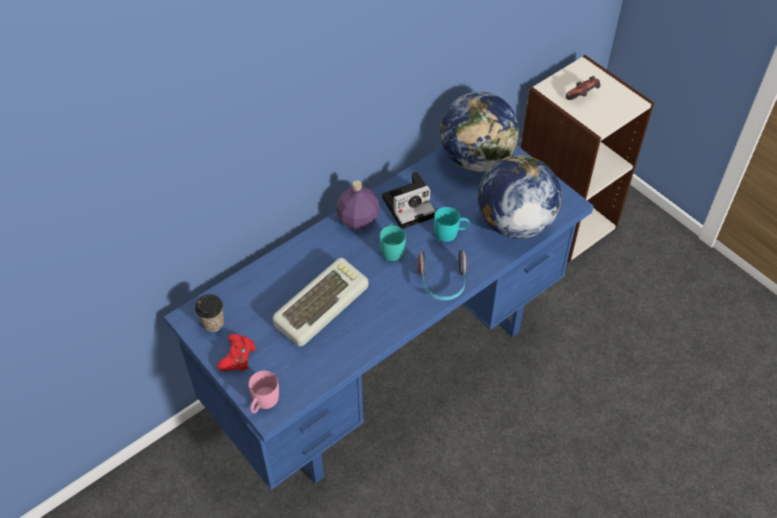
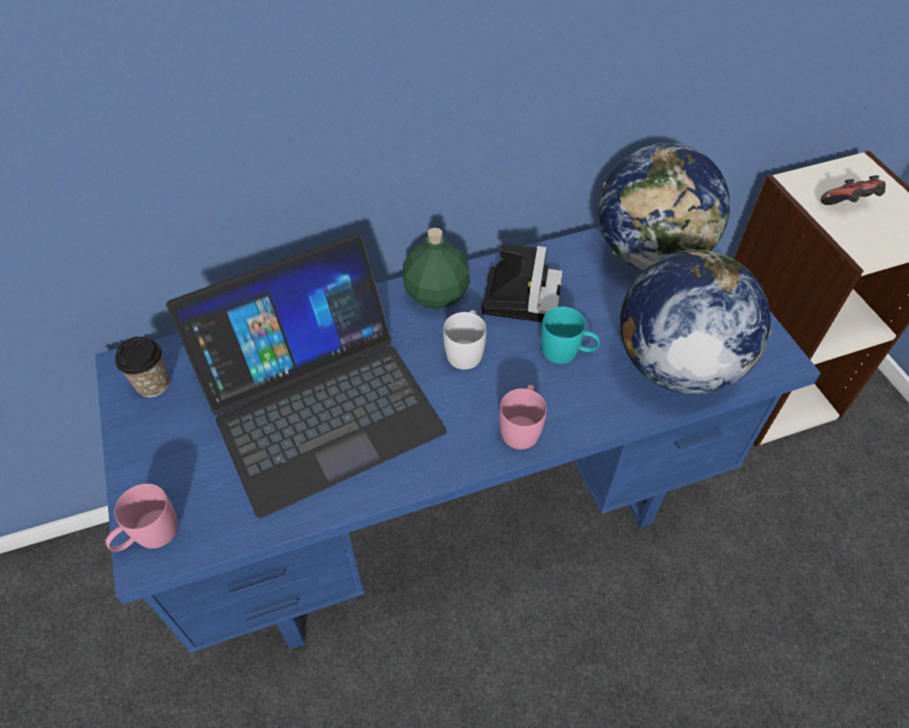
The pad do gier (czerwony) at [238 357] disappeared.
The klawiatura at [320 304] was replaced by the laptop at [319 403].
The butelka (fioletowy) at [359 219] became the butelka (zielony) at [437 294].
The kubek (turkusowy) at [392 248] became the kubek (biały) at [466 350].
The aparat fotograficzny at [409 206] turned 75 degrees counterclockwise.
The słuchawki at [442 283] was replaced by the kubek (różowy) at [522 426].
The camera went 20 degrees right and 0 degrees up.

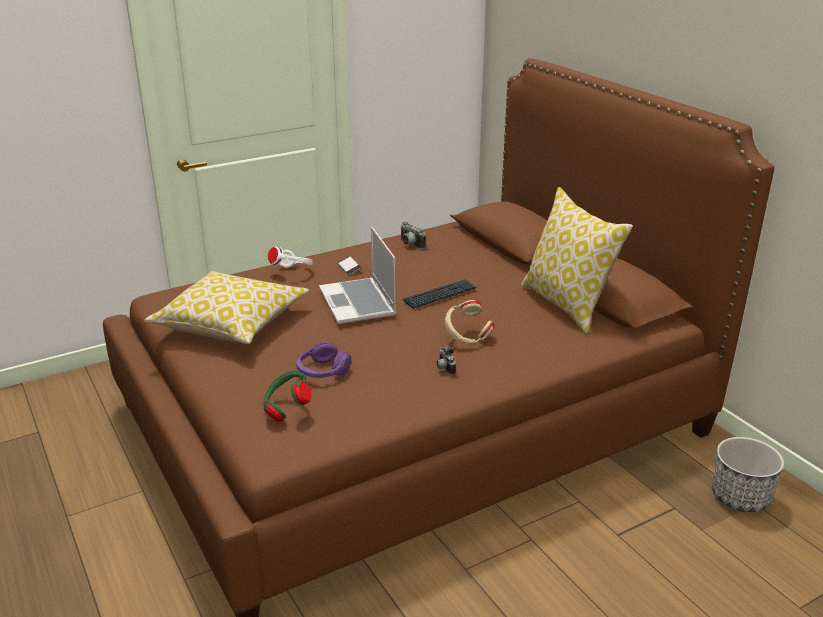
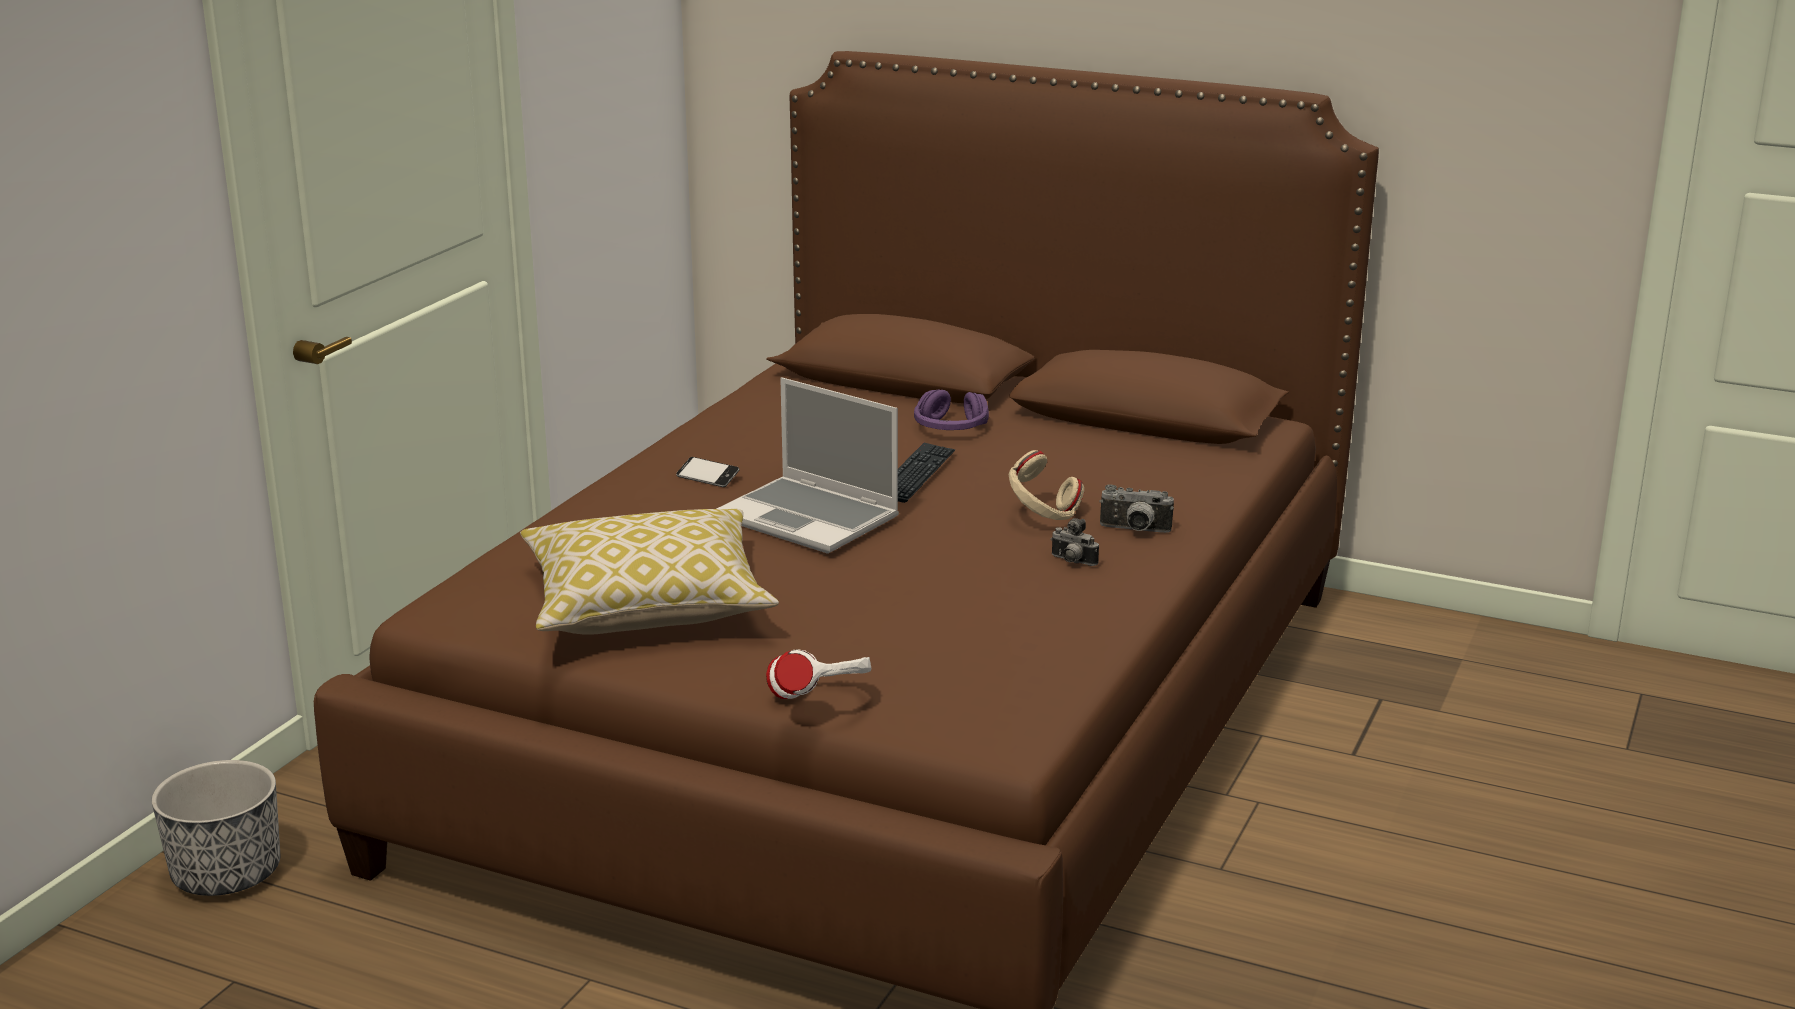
The słuchawki (zielony) at [286 409] disappeared.
The słuchawki (biały) moved from [292 272] to [820 703].
The słuchawki (fioletowy) moved from [322 371] to [950 428].
The aparat fotograficzny moved from [410 245] to [1134 531].
The poduszka at [567 305] disappeared.
The donica moved from [739 497] to [226 874].
The camera went 35 degrees left and 5 degrees down.

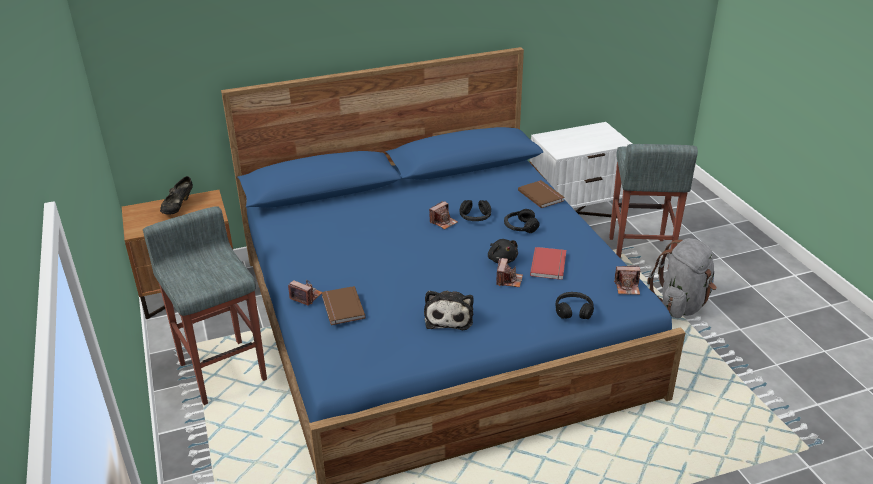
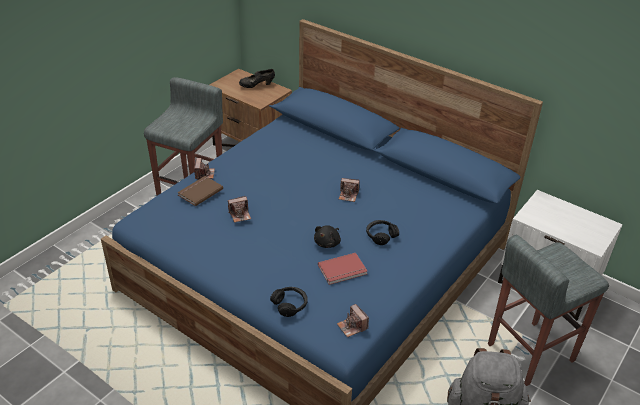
The pluszak at [449 316] disappeared.
The słuchawki (czarny) at [475 217] disappeared.
The aparat fotograficzny moved from [508 280] to [240 215].
The książka (brązowy) at [542 195] disappeared.
The camera went 55 degrees right and 5 degrees up.

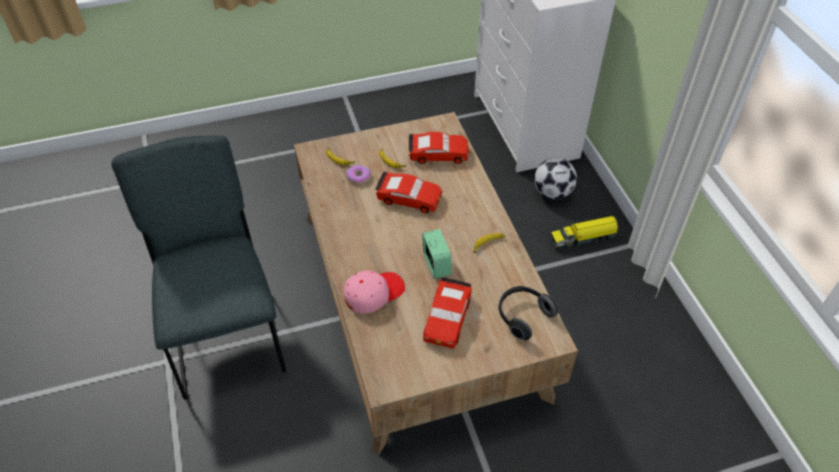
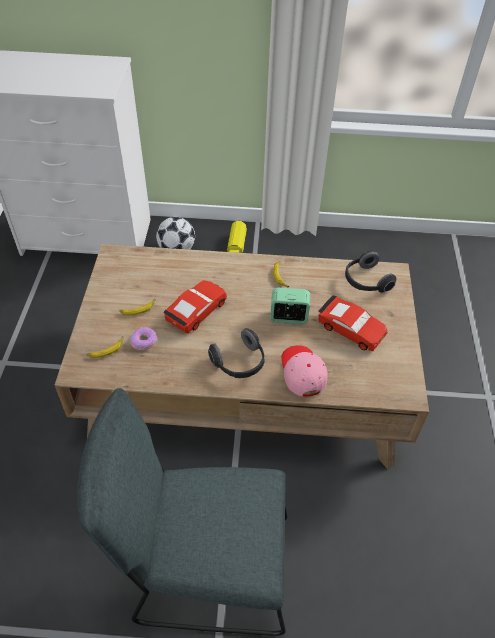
The samochodzik (czerwony) at [438 154] disappeared.
The słuchawki at [239 363] appeared.
The camera went 70 degrees left and 0 degrees up.

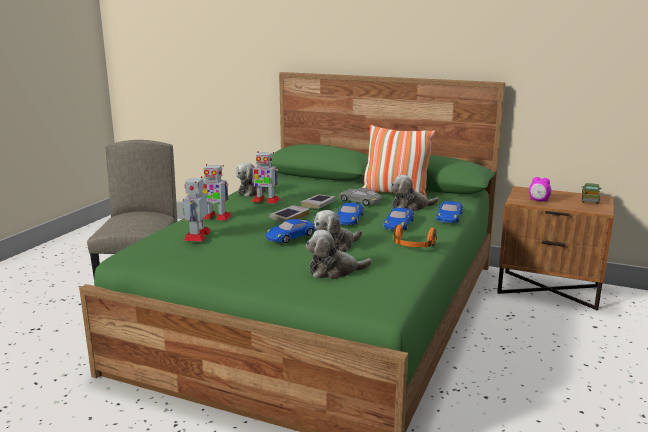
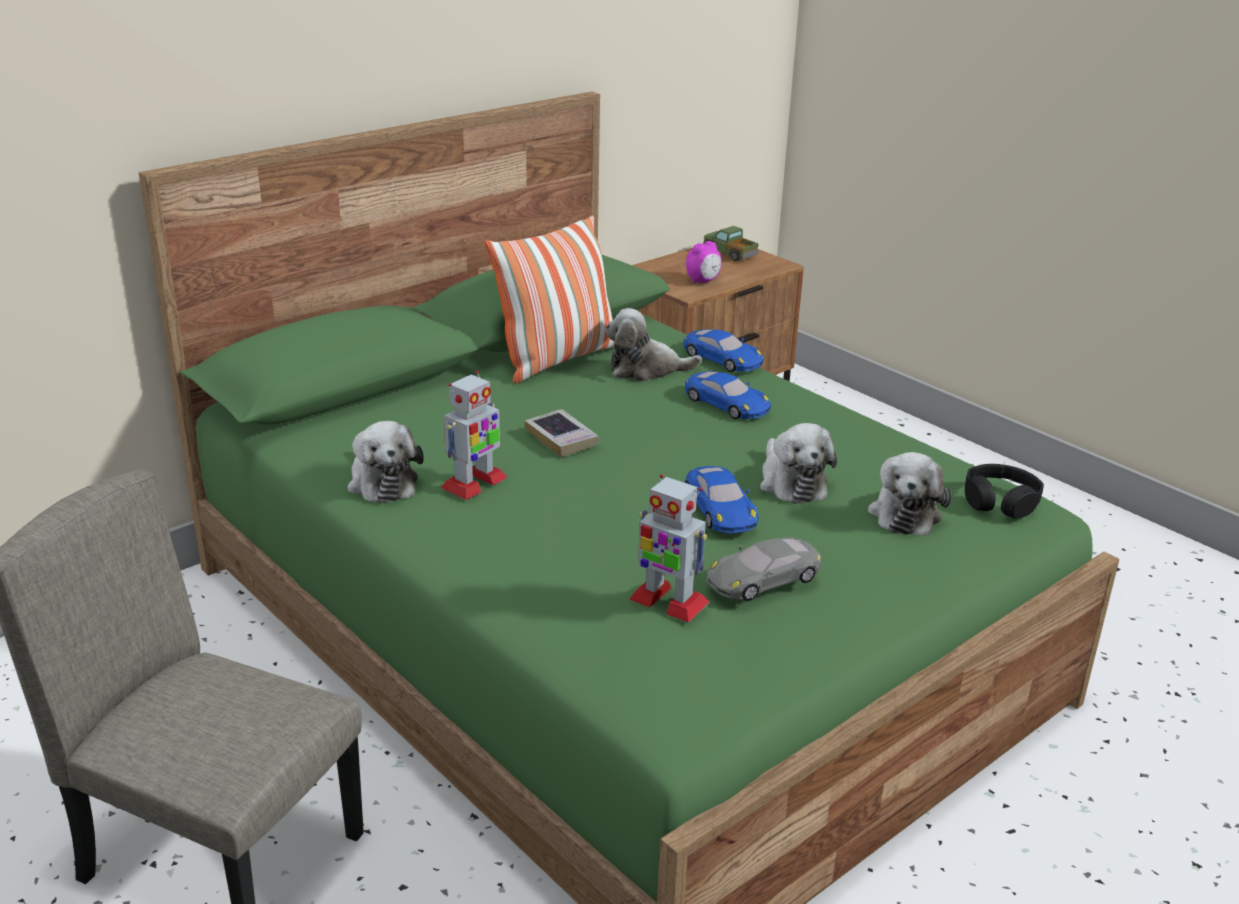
The robot zabawkowy at [215 217] disappeared.
The książka at [289 217] disappeared.
The samochodzik (niebieski) at [349 218] disappeared.
The samochodzik (szary) moved from [360 201] to [763 578].
The pluszak at [411 207] turned 75 degrees clockwise.
The słuchawki (pomarańczowy) at [413 246] disappeared.
The słuchawki (czarny) at [1000 501] appeared.
The camera went 65 degrees left and 10 degrees up.

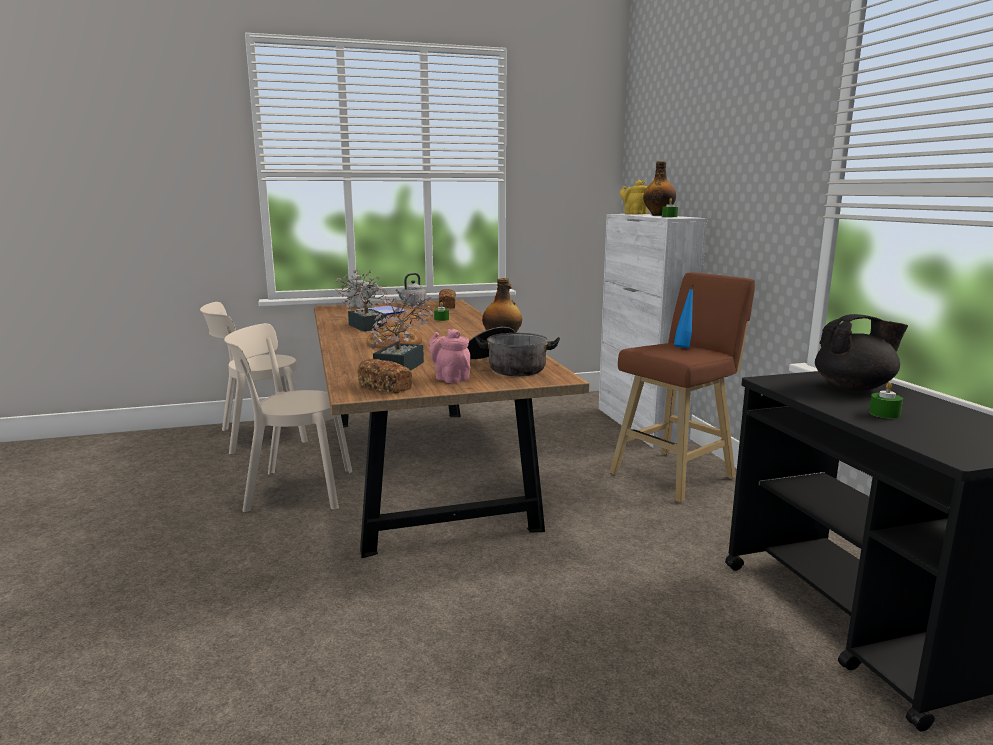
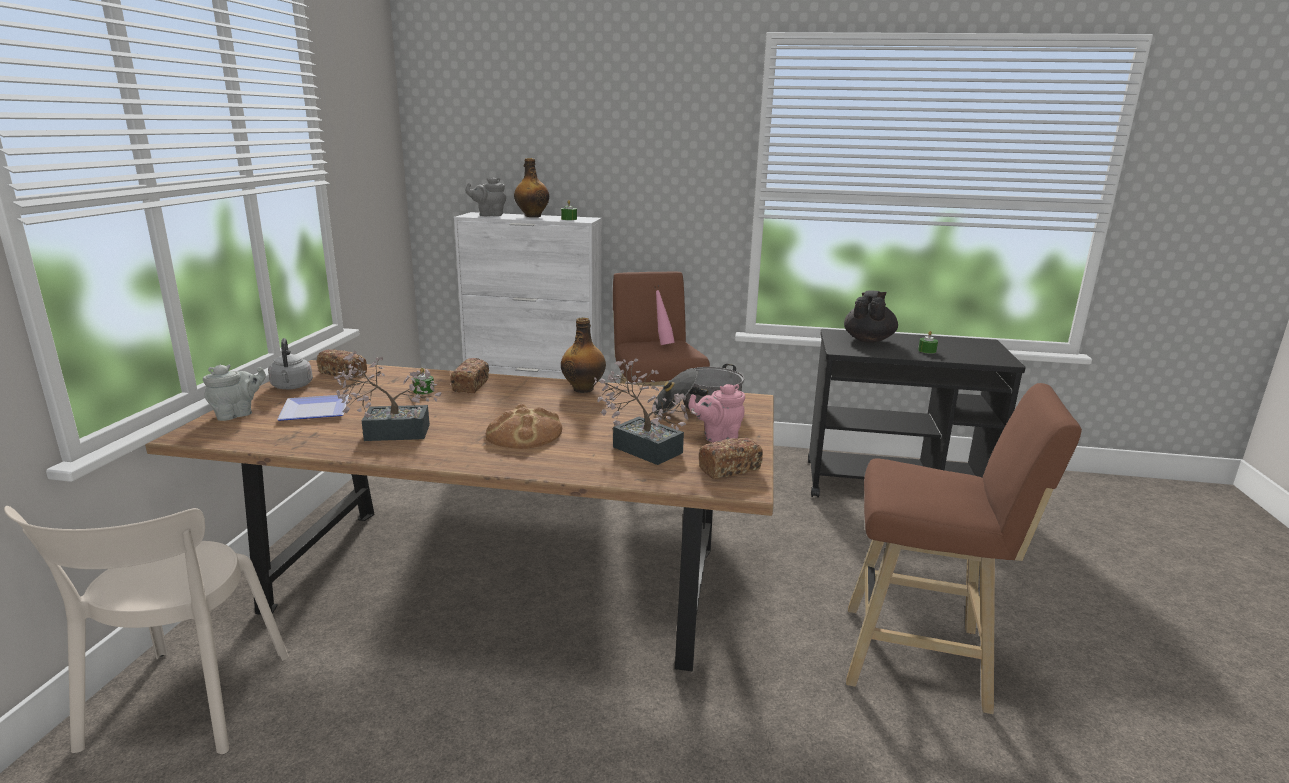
The krzesło (beżowy) at [294 490] disappeared.
The imbryk (żółty) at [634 214] became the imbryk (szary) at [489 215].
The butelka (niebieski) at [683 347] became the butelka (różowy) at [662 344].
The chleb at [471 386] appeared.
The stołek (brązowy) at [922 659] appeared.
The camera went 65 degrees left and 5 degrees up.

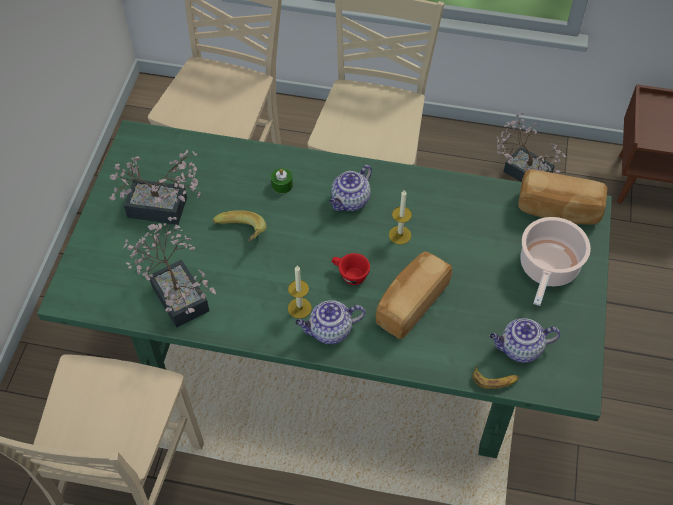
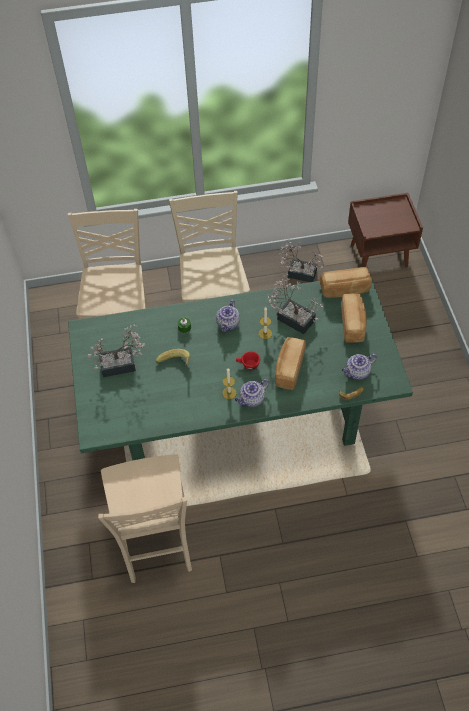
The roślina doniczkowa moved from [177 292] to [292 317].
The garnek at [547 268] was replaced by the chleb at [353 324].
The camera went 20 degrees left and 0 degrees up.

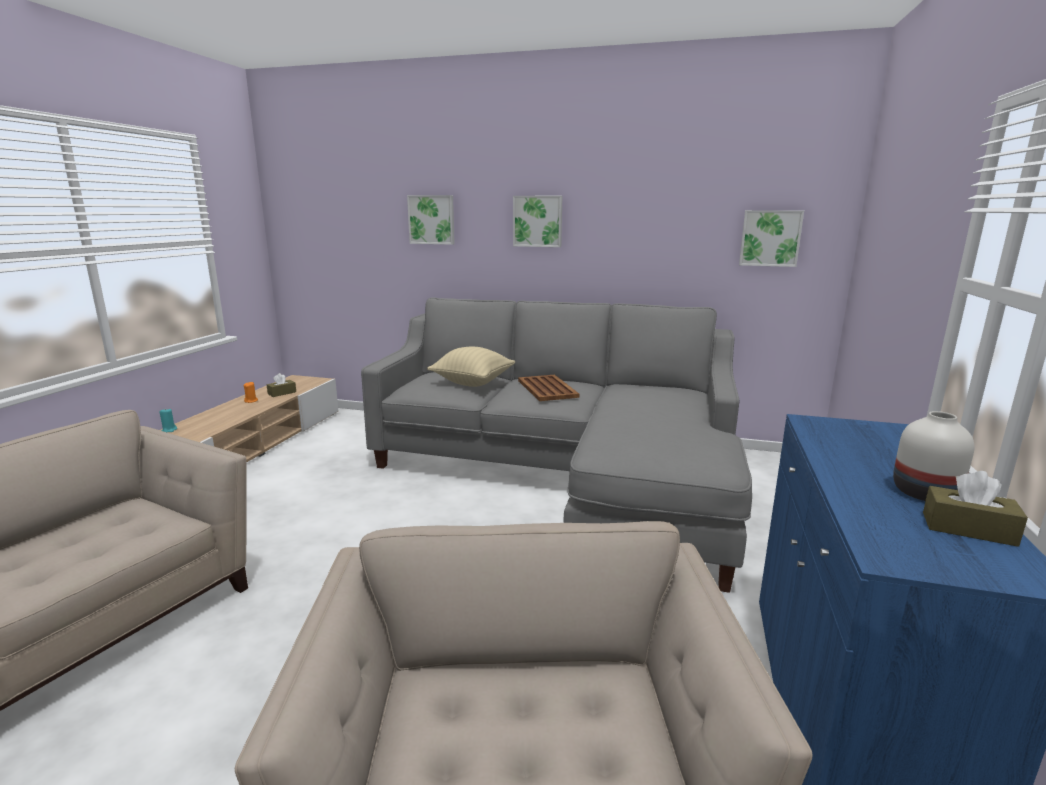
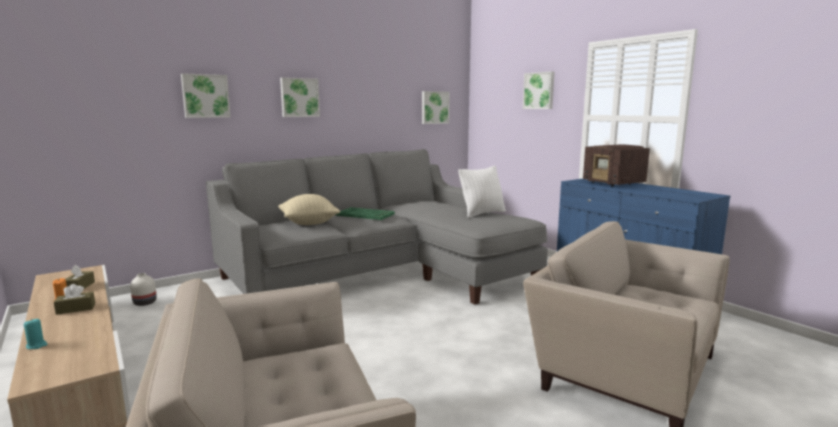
The taca (brązowy) at [547 388] became the taca (zielony) at [365 214].
The wazon (biały) moved from [926 493] to [145 303].
The pudełko chusteczek (brązowy) moved from [968 529] to [76 309].
The poduszka (biały) at [482 213] appeared.
The obraz at [539 90] appeared.
The radio at [614 183] appeared.
The camera went 50 degrees left and 5 degrees down.

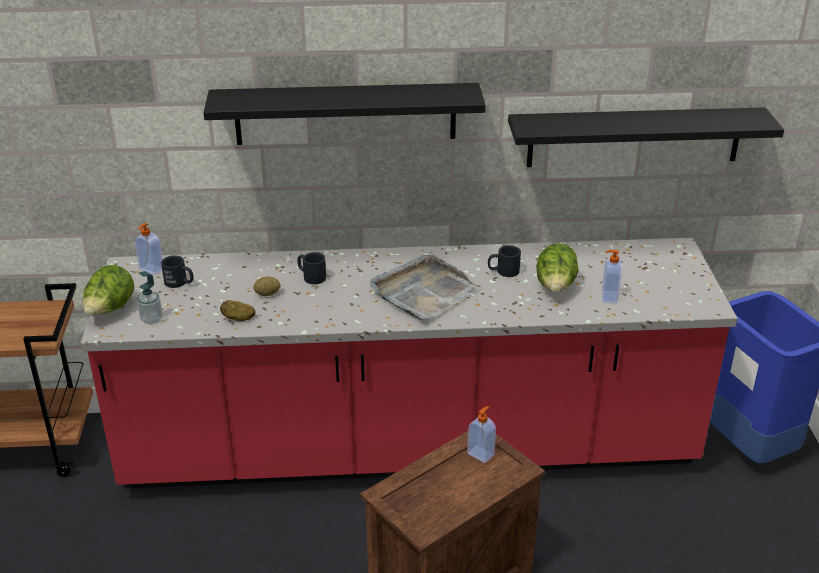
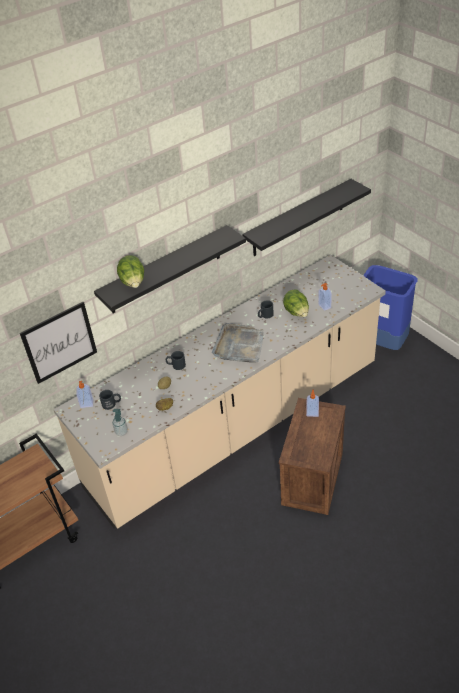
The zabudowa kuchenna (czerwony) at [409 448] became the zabudowa kuchenna (beżowy) at [237 426].
The sałata moved from [110 310] to [133 283].
The obraz at [59 342] appeared.
The camera went 30 degrees left and 10 degrees up.

